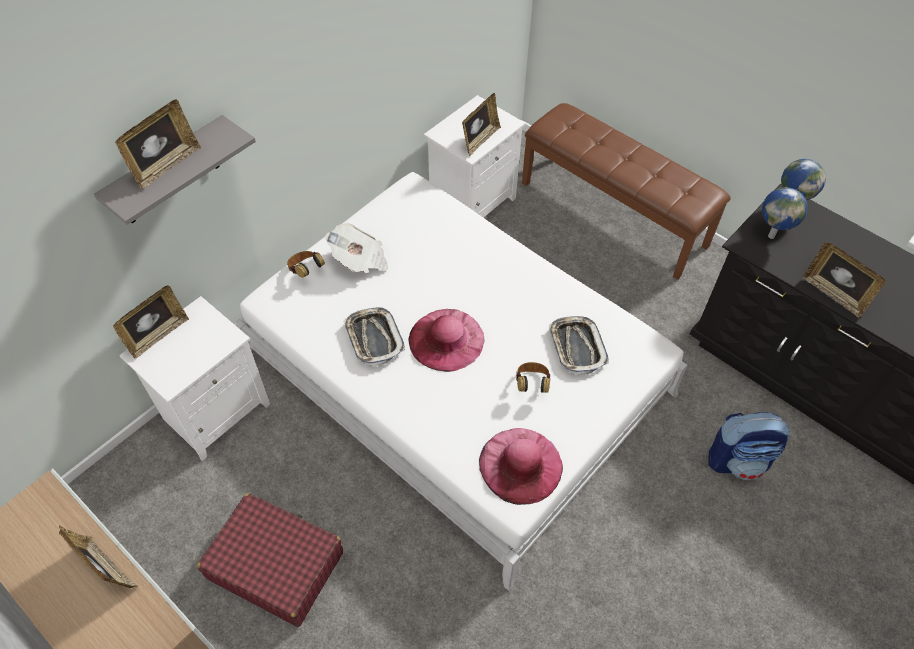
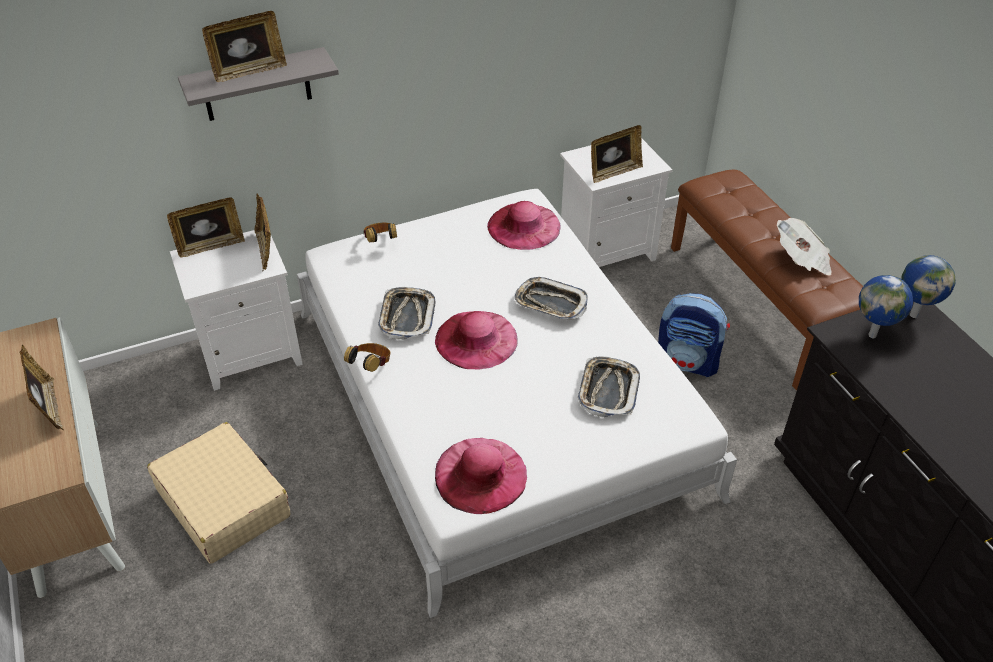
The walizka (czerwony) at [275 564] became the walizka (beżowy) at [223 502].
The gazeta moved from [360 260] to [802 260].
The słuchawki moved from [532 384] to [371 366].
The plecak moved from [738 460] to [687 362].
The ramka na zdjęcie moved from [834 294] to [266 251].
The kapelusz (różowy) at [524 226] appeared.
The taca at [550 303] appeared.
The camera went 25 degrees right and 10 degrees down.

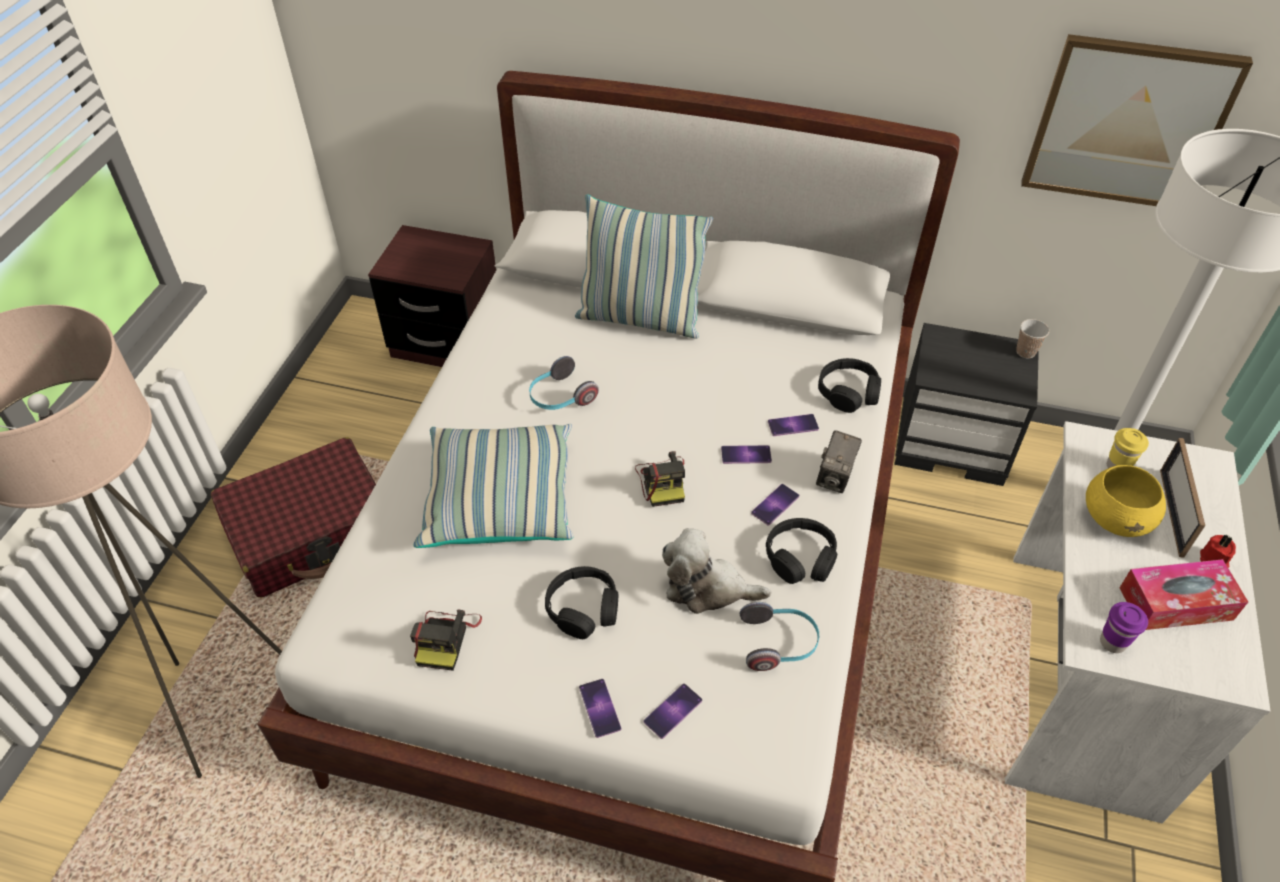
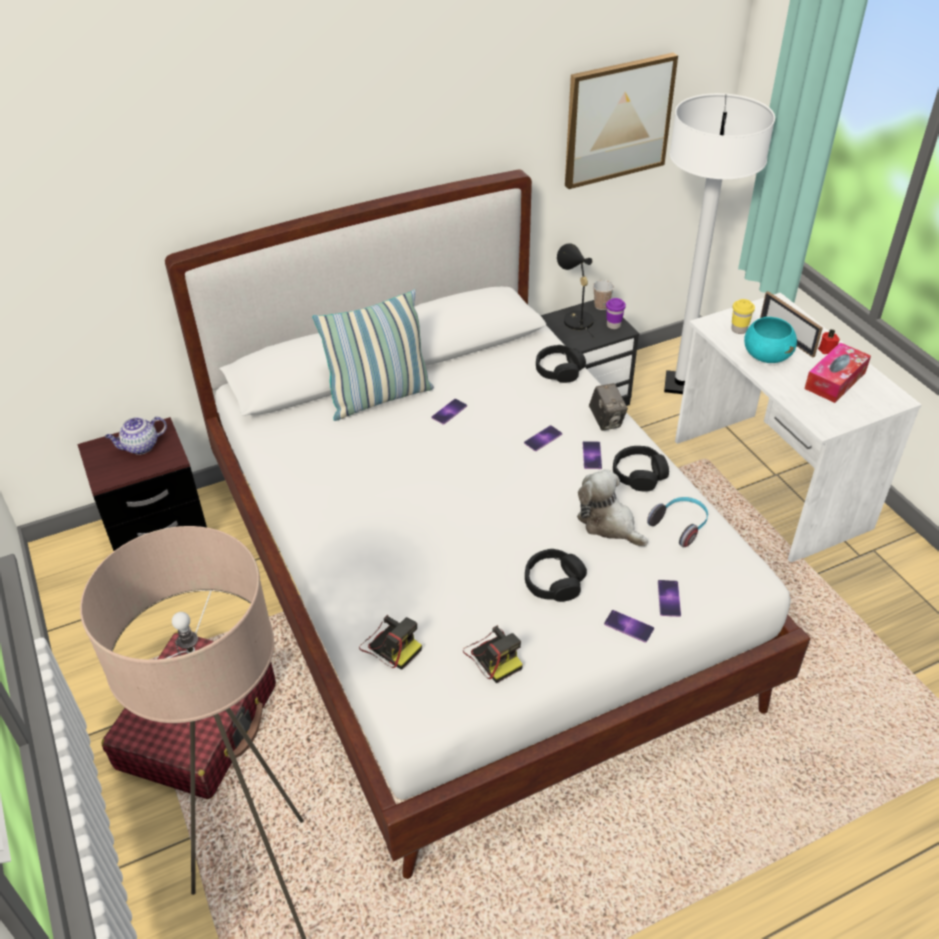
The poduszka at [499 500] disappeared.
The słuchawki at [560 397] disappeared.
The aparat fotograficzny moved from [662 481] to [390 645].
The pluszak at [707 588] turned 75 degrees clockwise.
The telefon moved from [793 425] to [449 411].
The miska (żółty) at [1116 519] became the miska (turkusowy) at [766 356].
The filiżanka (fioletowy) moved from [1112 642] to [613 325].
The imbryk at [140 447] appeared.
The lampa stołowa (czarny) at [575 319] appeared.
The camera went 40 degrees left and 5 degrees down.

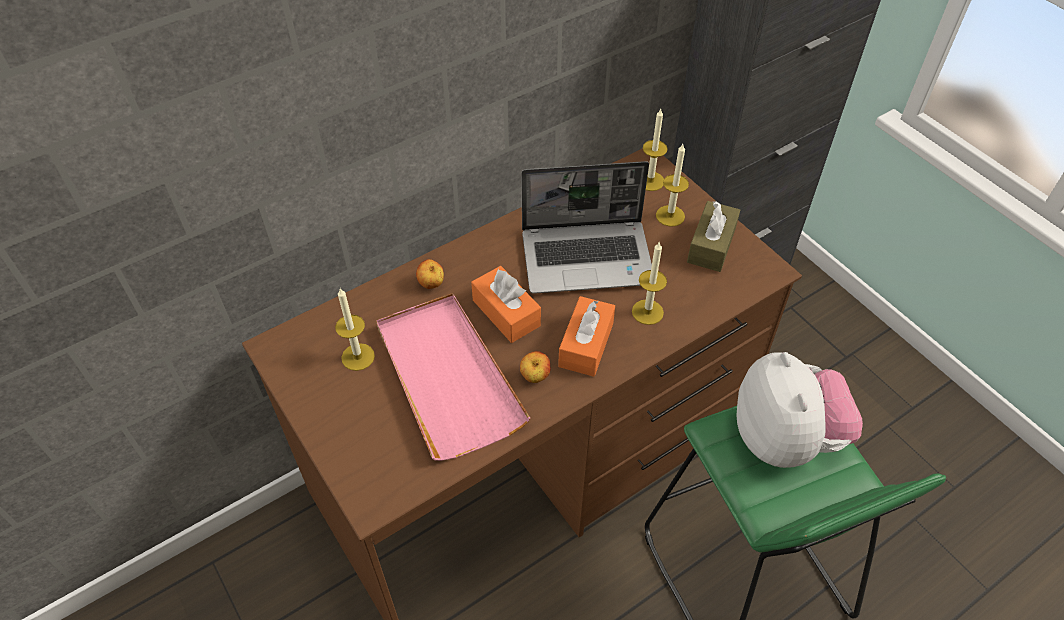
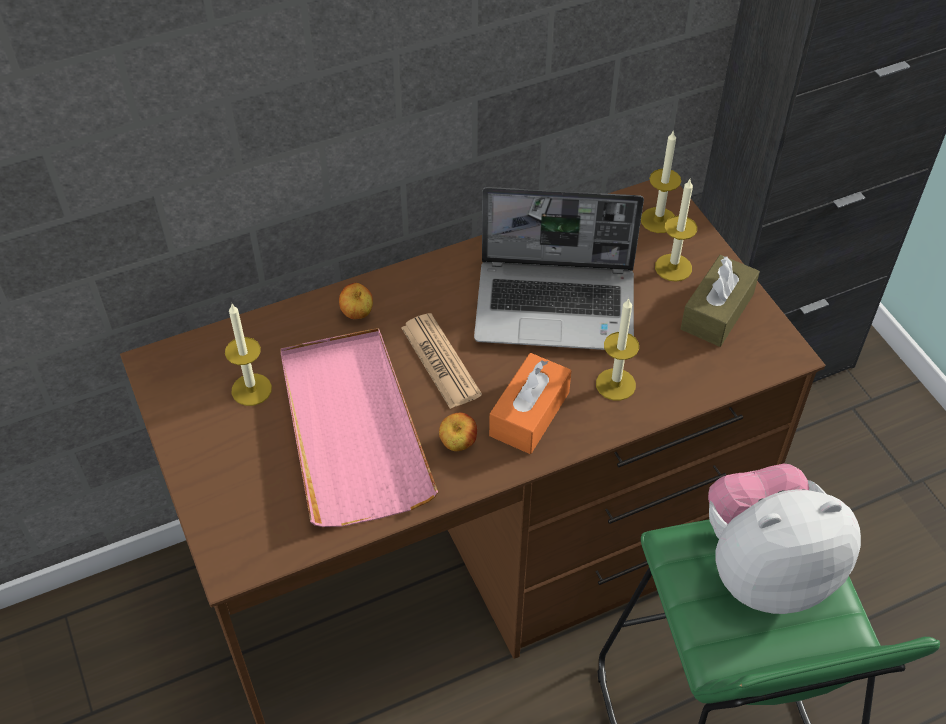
The pudełko chusteczek (pomarańczowy) at [506 313] was replaced by the gazeta at [440 361].
The pluszak at [785 439] turned 105 degrees counterclockwise.
The camera went 10 degrees right and 0 degrees up.

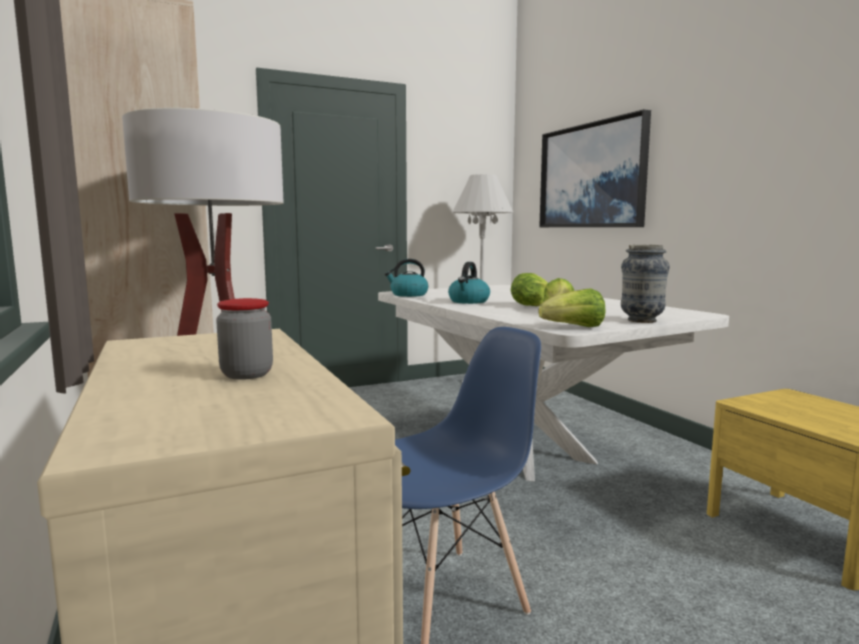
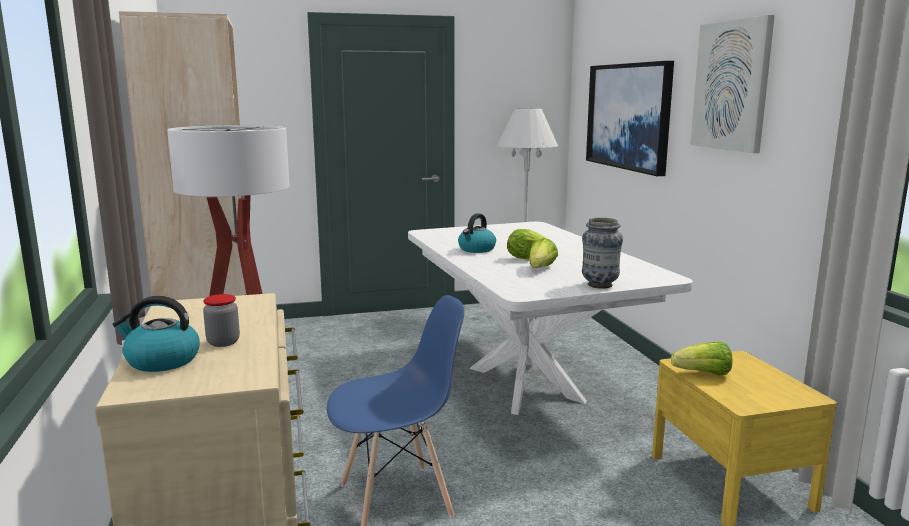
The czajnik moved from [408 295] to [161 361].
The sałata moved from [575 327] to [703 374].
The obraz at [731 86] appeared.
The camera went 10 degrees right and 5 degrees up.

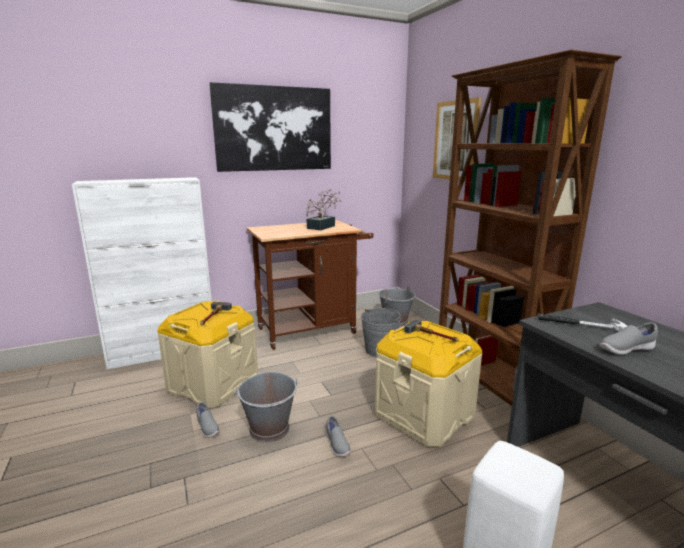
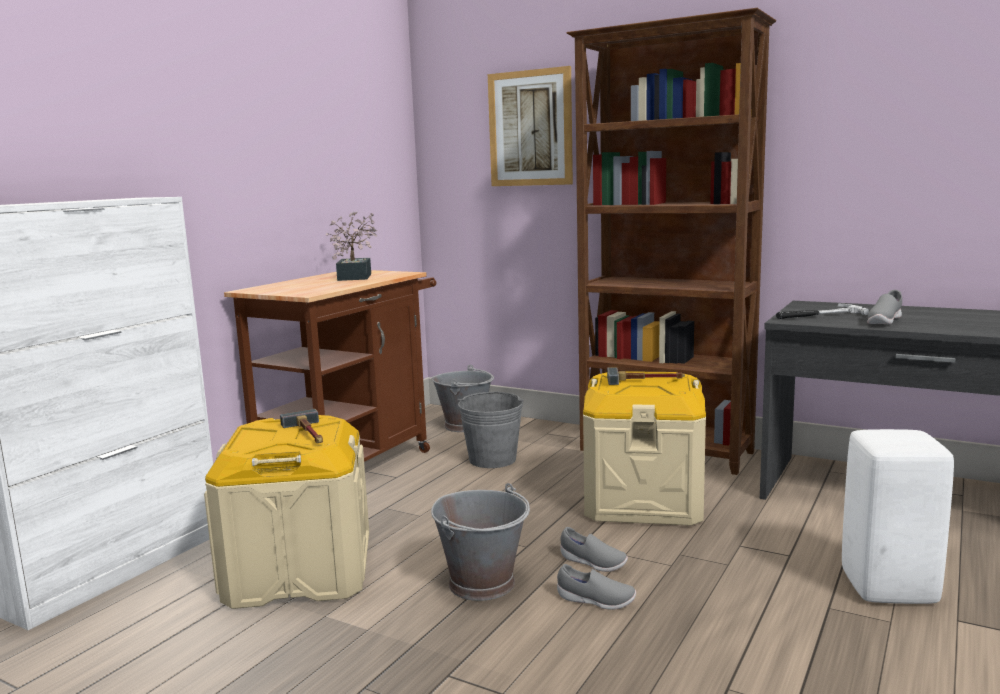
The but (szary) moved from [207 428] to [595 601].
The obraz at [274 129] disappeared.
The camera went 35 degrees left and 5 degrees down.

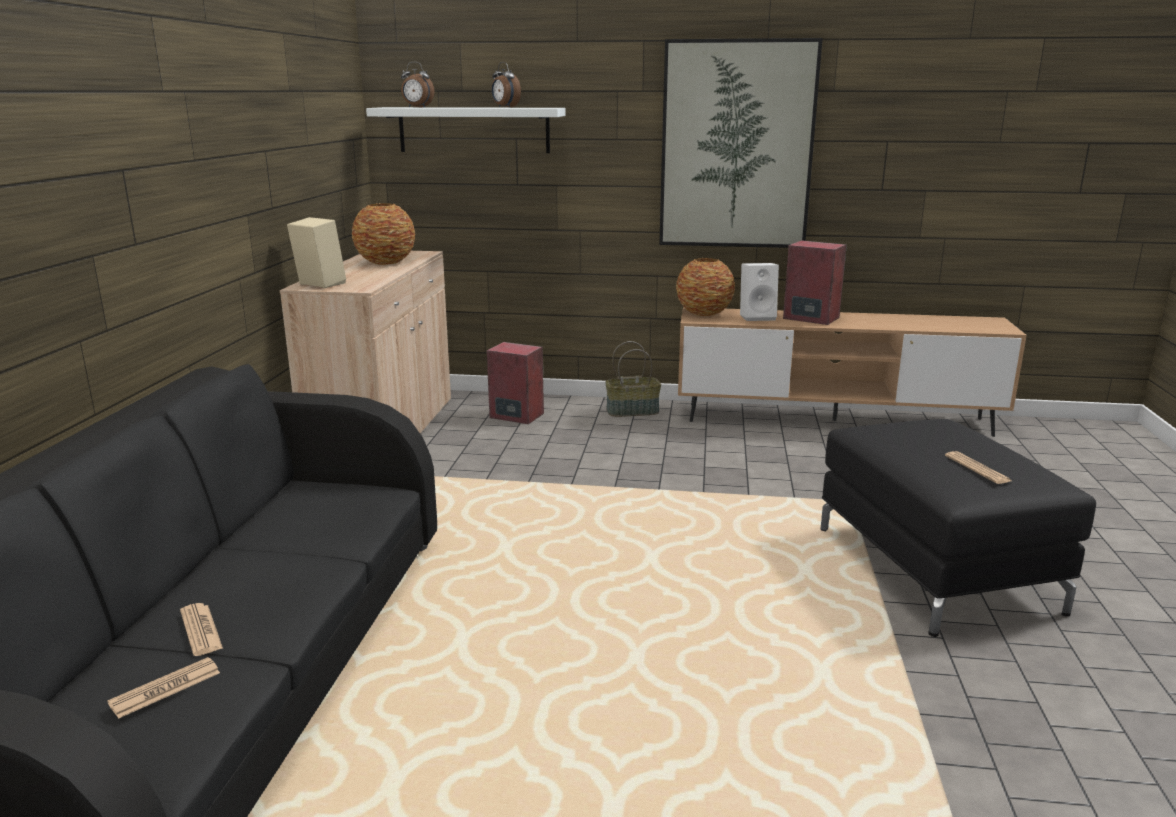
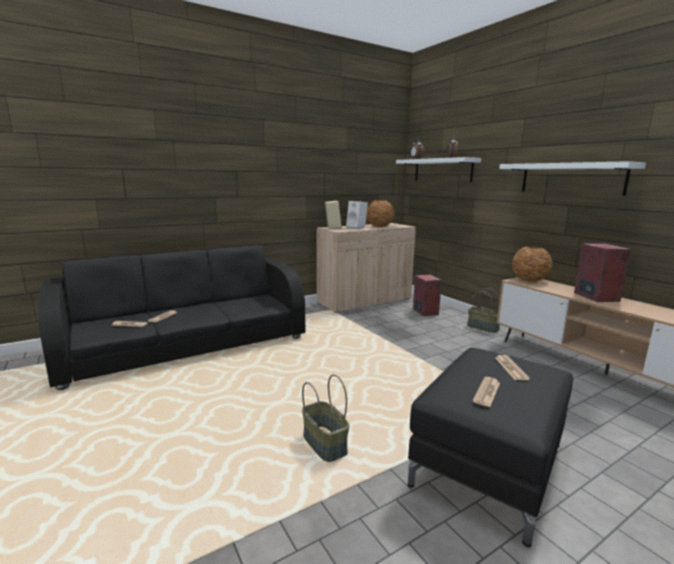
The obraz at [736 146] was replaced by the półka (biały) at [571 178].
The głośnik (biały) moved from [757 317] to [357 228].
The koszyk at [325 444] appeared.
The gazeta at [511 368] appeared.
The camera went 50 degrees right and 5 degrees down.

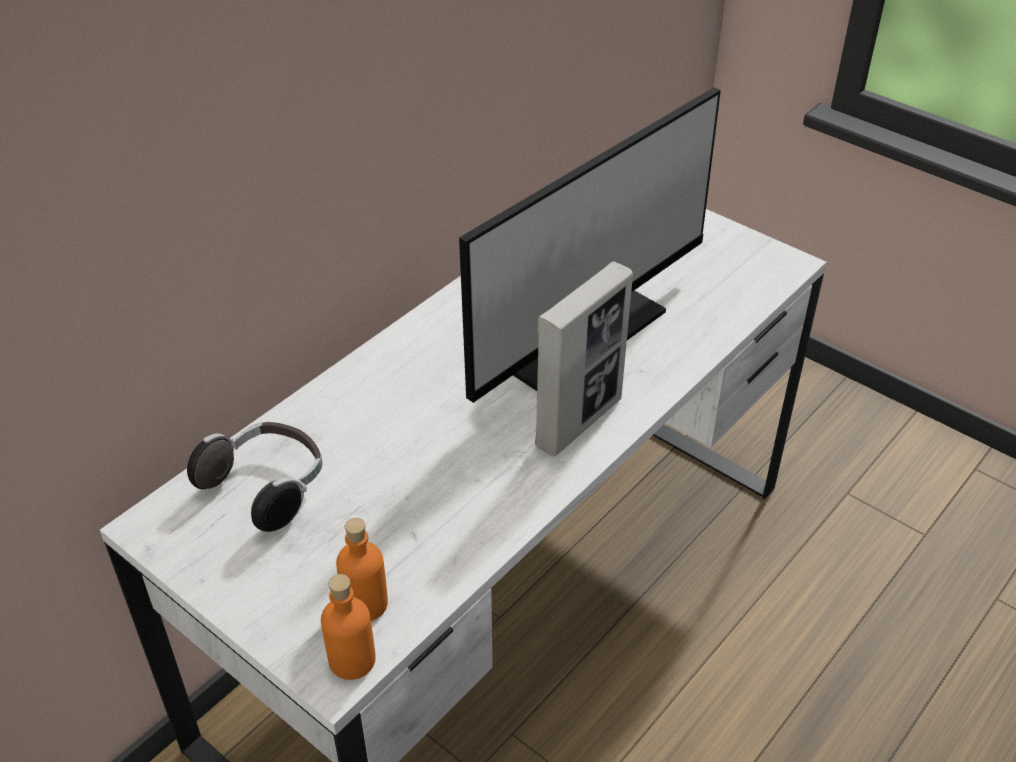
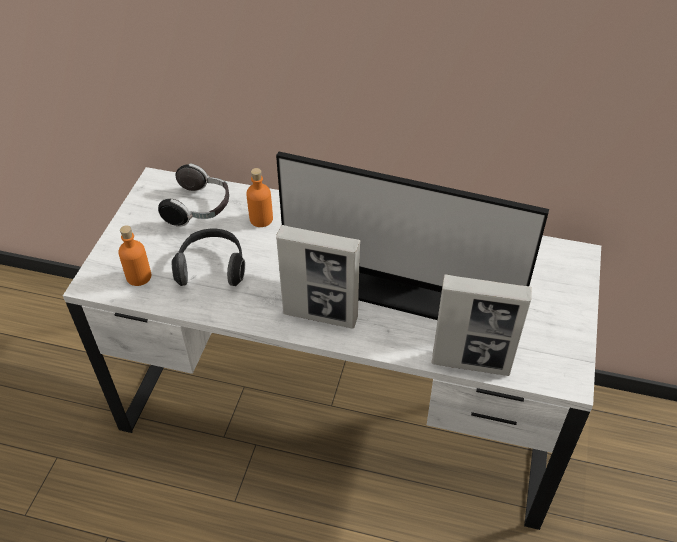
The butelka (pomarańczowy) moved from [352 660] to [261 219].
The słuchawki at [212 267] appeared.
The ramka na zdjęcie at [471 363] appeared.
The camera went 65 degrees right and 5 degrees up.

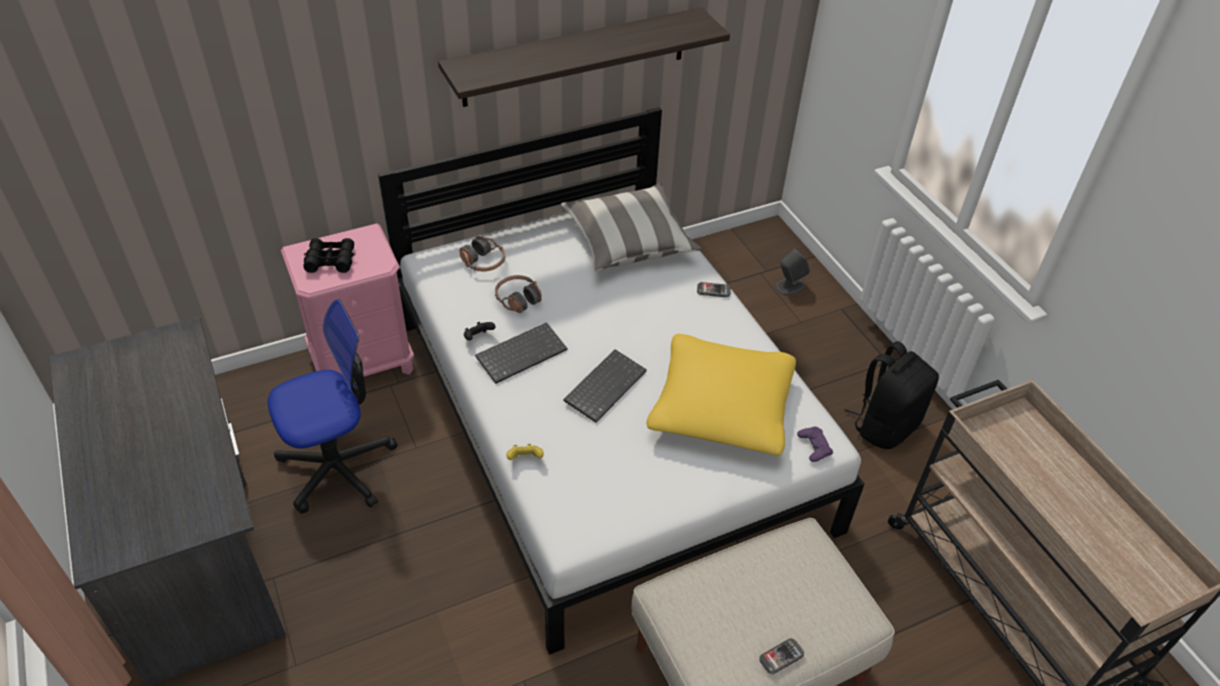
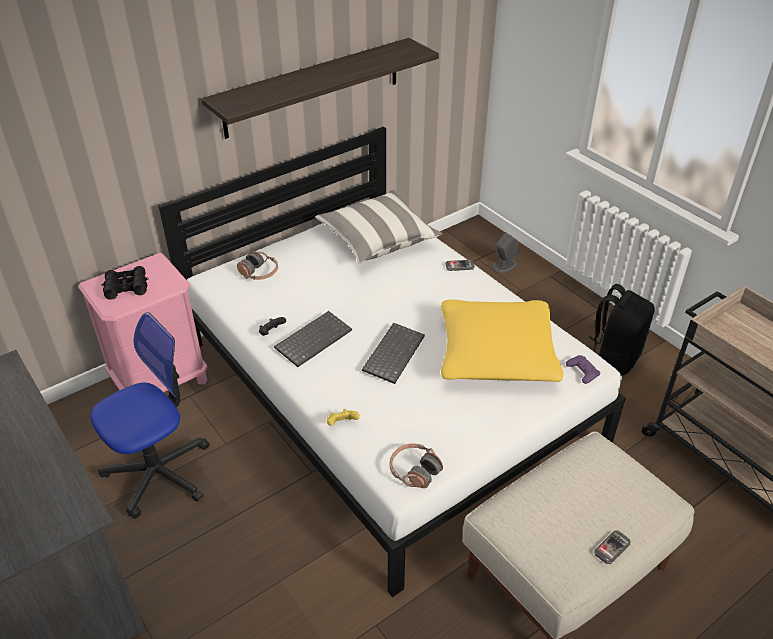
The słuchawki moved from [518 299] to [414 471].
The camera went 10 degrees left and 5 degrees down.

